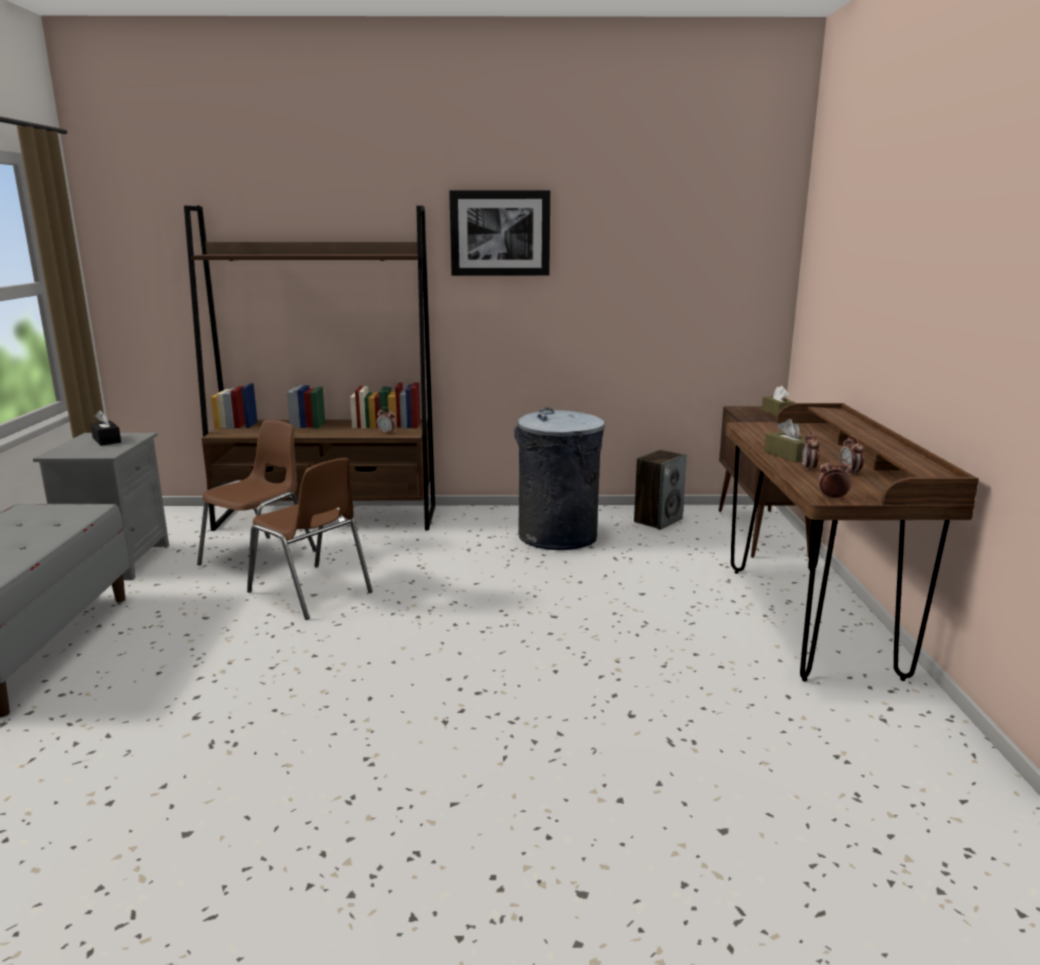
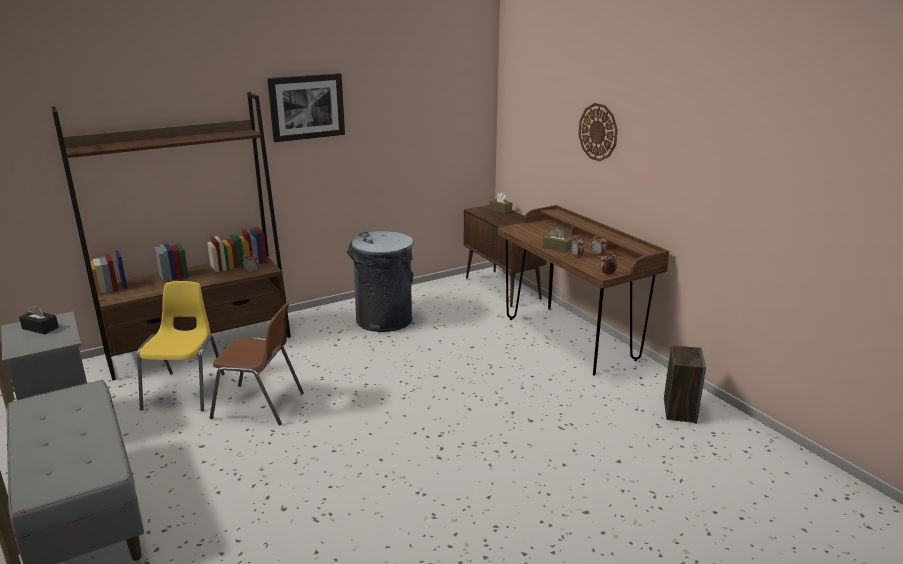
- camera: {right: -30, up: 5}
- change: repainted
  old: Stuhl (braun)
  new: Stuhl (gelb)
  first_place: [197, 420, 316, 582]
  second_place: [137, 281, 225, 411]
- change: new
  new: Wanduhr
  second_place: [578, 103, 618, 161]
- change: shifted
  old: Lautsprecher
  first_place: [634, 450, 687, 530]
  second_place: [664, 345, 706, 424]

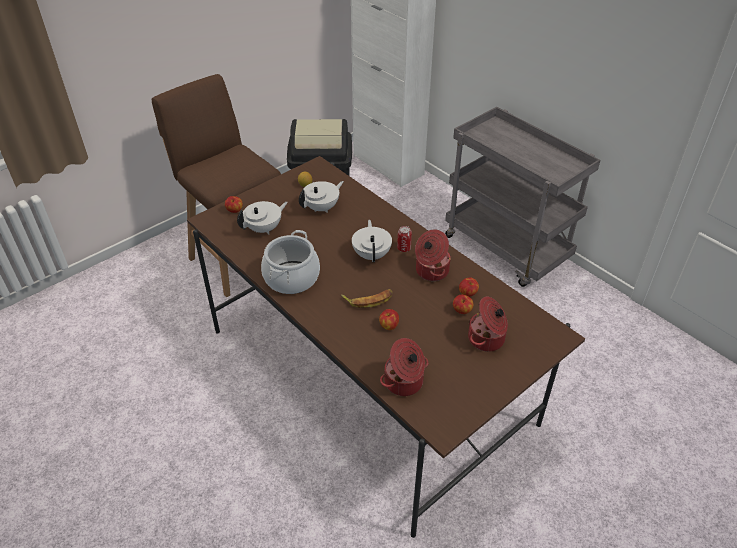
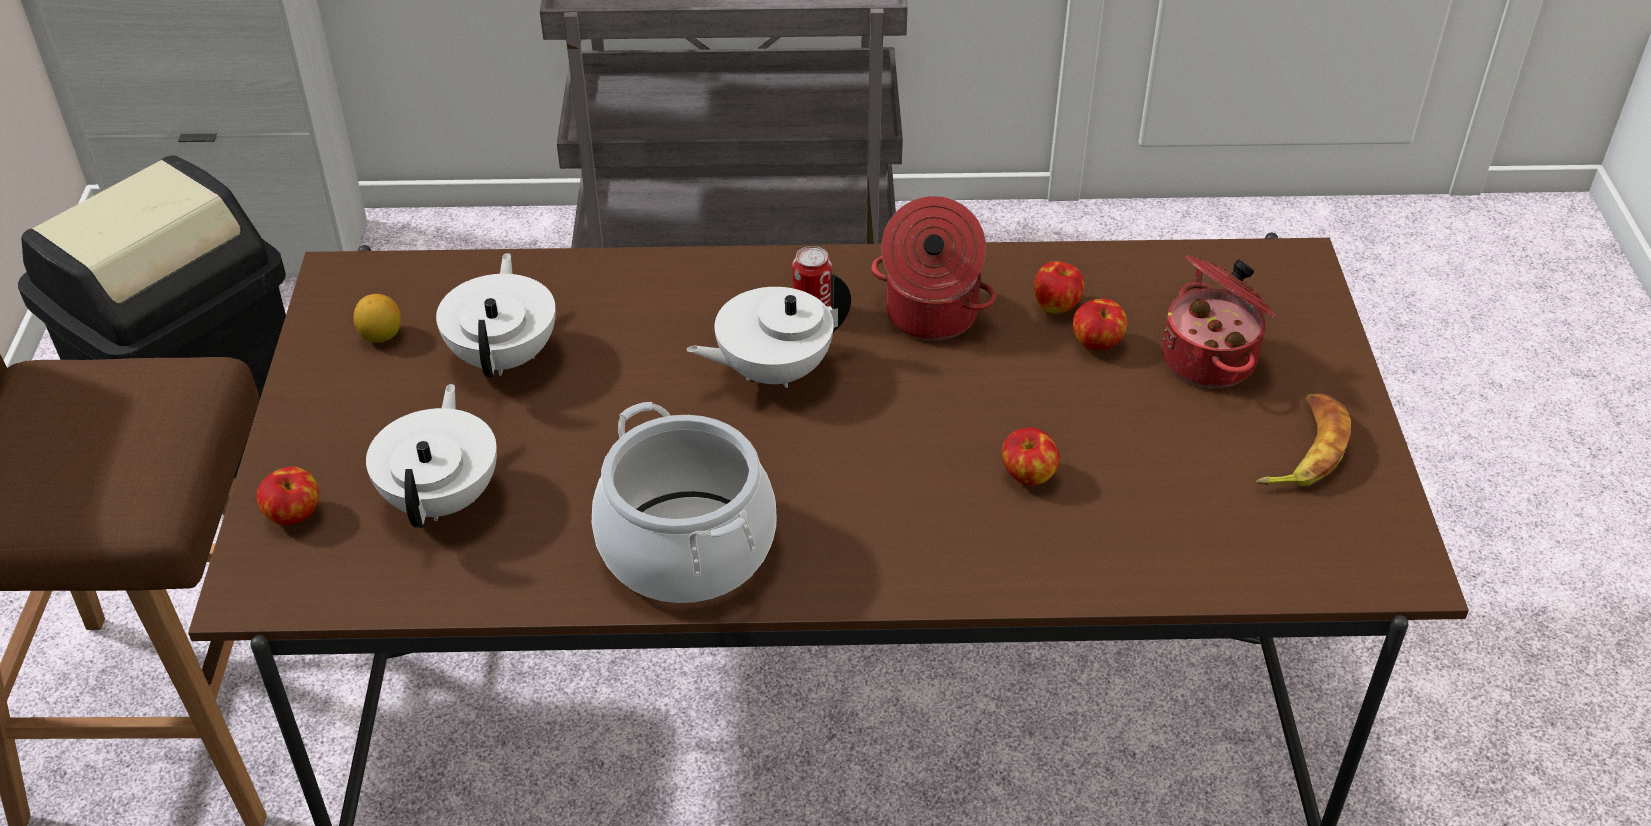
- camera: {right: -50, up: 0}
- change: rotated
  old: Teekanne (weiß)
  first_place: [352, 220, 392, 262]
  second_place: [686, 273, 851, 388]
  degrees: -60
- change: shifted
  old: Banane
  first_place: [341, 289, 392, 308]
  second_place: [1255, 393, 1351, 486]
- change: gone
  old: Kochtopf
  first_place: [380, 338, 428, 396]

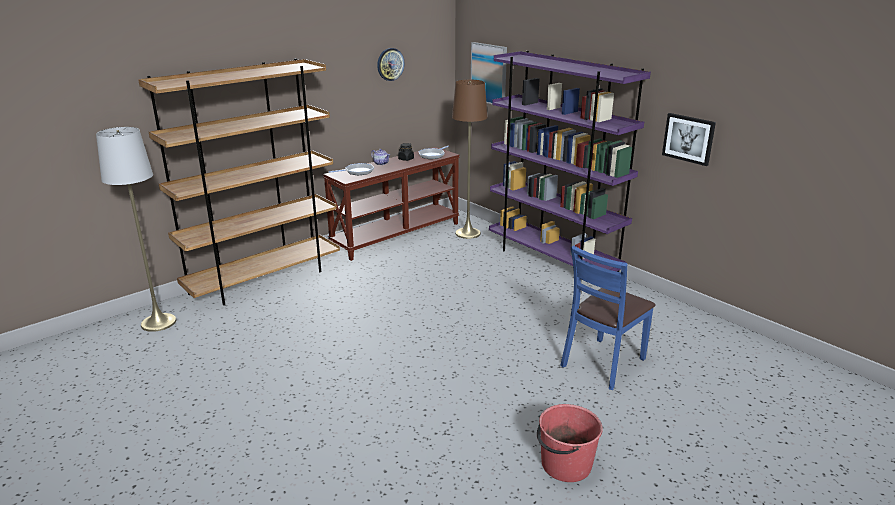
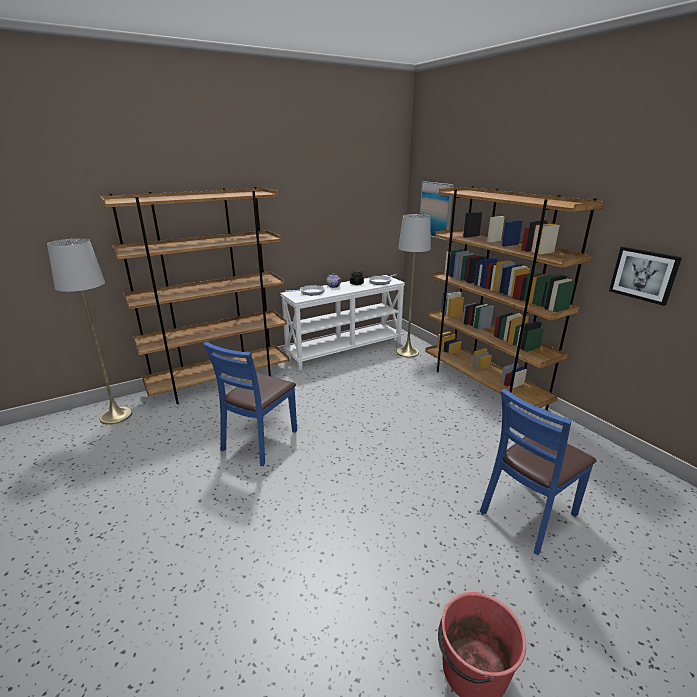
- camera: {right: 10, up: 0}
- change: new
  new: Stuhl (blau)
  second_place: [203, 342, 297, 466]
- change: repainted
  old: Konsolentisch (braun)
  new: Konsolentisch (weiß)
  first_place: [323, 147, 460, 261]
  second_place: [280, 275, 405, 370]
- change: repainted
  old: Stehlampe (braun)
  new: Stehlampe (grau)
  first_place: [452, 80, 487, 239]
  second_place: [397, 214, 431, 357]
- change: repainted
  old: Bücherregal (lila)
  new: Bücherregal (braun)
  first_place: [489, 51, 651, 272]
  second_place: [425, 186, 605, 410]
- change: gone
  old: Wanduhr
  first_place: [377, 48, 404, 81]

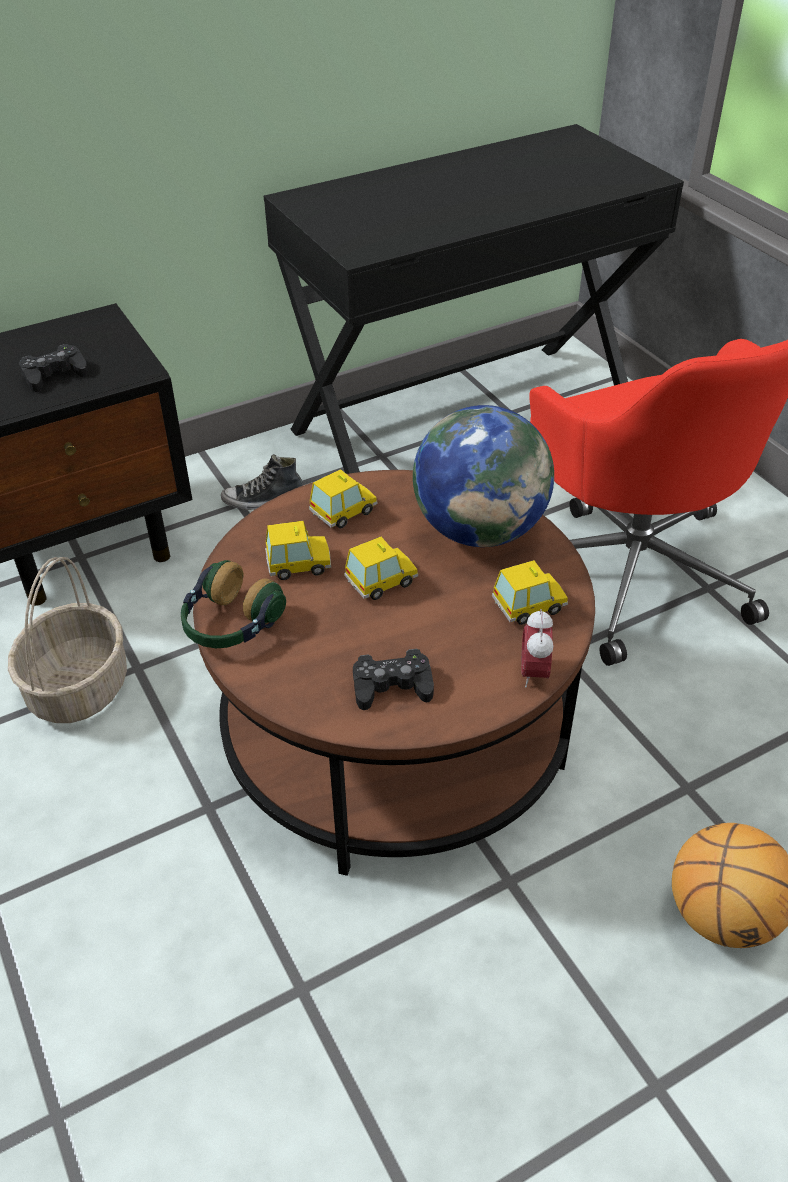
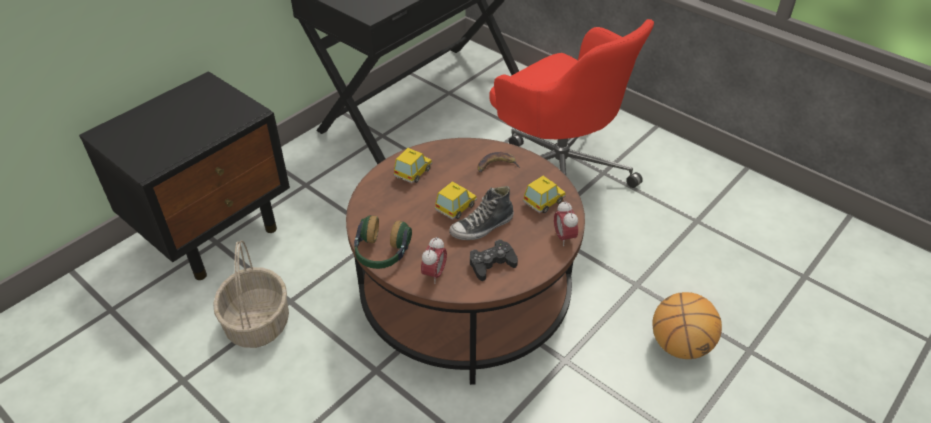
- camera: {right: -20, up: 0}
- change: new
  new: Wecker
  second_place: [421, 236, 447, 284]
- change: shifted
  old: Schuh
  first_place: [221, 454, 303, 510]
  second_place: [449, 186, 514, 240]
- change: swapped
  old: Globus
  new: Banane
  first_place: [413, 405, 554, 547]
  second_place: [477, 152, 521, 172]
- change: gone
  old: Gamepad (schwarz)
  first_place: [19, 344, 88, 392]
- change: gone
  old: Spielzeugauto
  first_place: [265, 521, 331, 580]

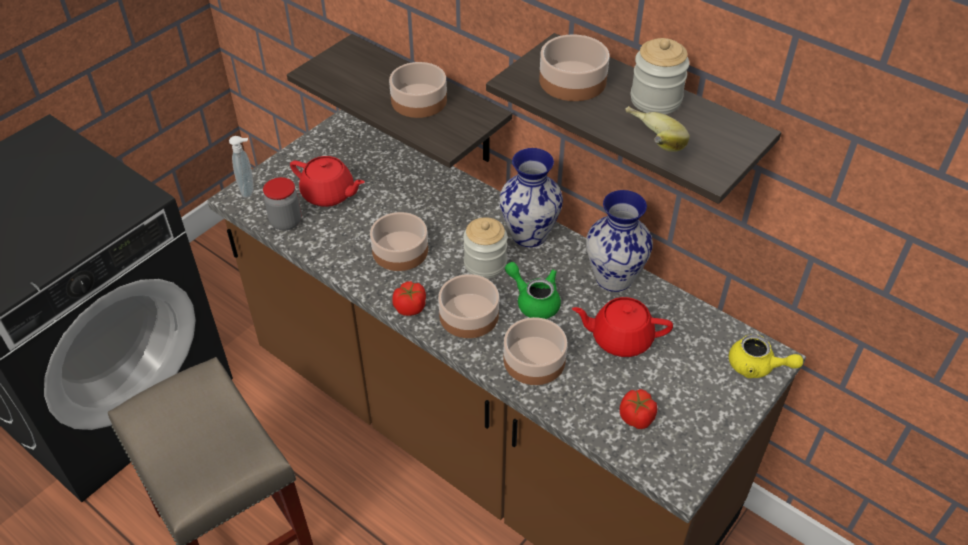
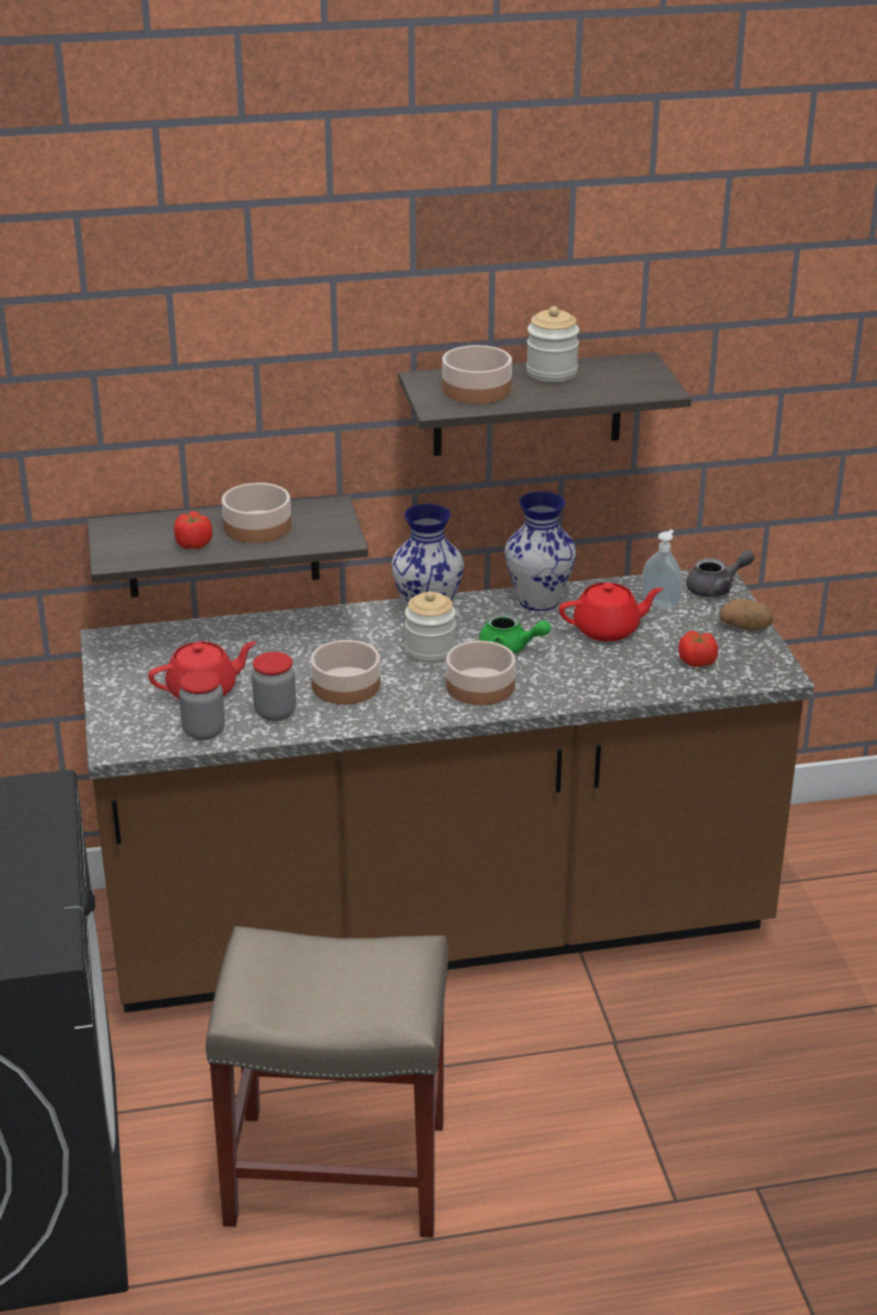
- camera: {right: -50, up: -15}
- change: shifted
  old: Tomate
  first_place: [392, 281, 426, 316]
  second_place: [174, 511, 212, 549]
- change: new
  new: Vorratsglas
  second_place: [252, 652, 296, 721]
- change: rotated
  old: Teekanne (grün)
  first_place: [505, 262, 561, 319]
  second_place: [479, 613, 551, 654]
  degrees: -150
- change: rotated
  old: Teekanne (rot)
  first_place: [572, 297, 673, 357]
  second_place: [559, 582, 663, 642]
  degrees: -150
- change: shifted
  old: Seifenspender
  first_place: [229, 136, 254, 198]
  second_place: [641, 530, 683, 609]
- change: repainted
  old: Teekanne (gelb)
  new: Teekanne (grau)
  first_place: [729, 334, 803, 378]
  second_place: [686, 550, 754, 597]
- change: new
  new: Kartoffel
  second_place: [719, 599, 773, 631]
- change: gone
  old: Schüssel
  first_place: [503, 317, 567, 385]
- change: gone
  old: Banane
  first_place: [625, 106, 690, 152]

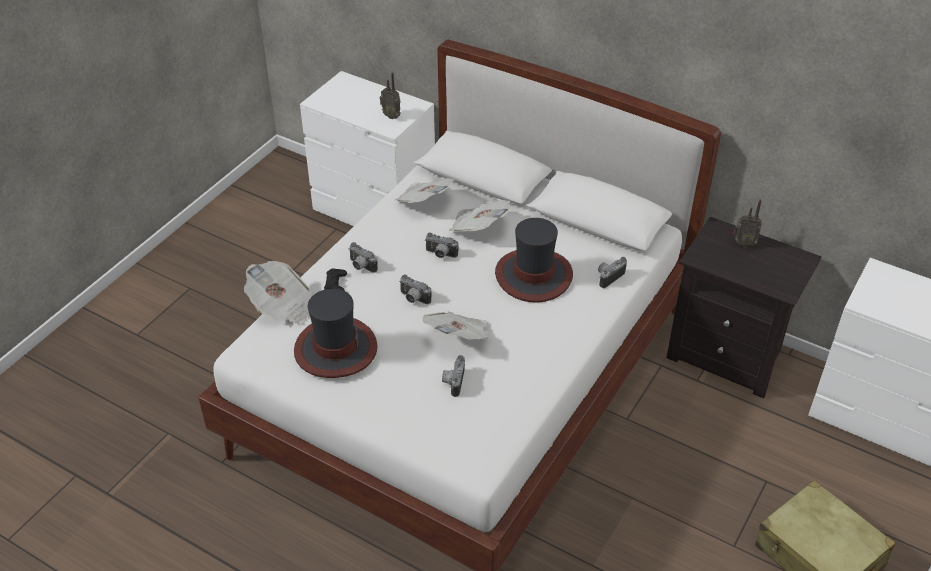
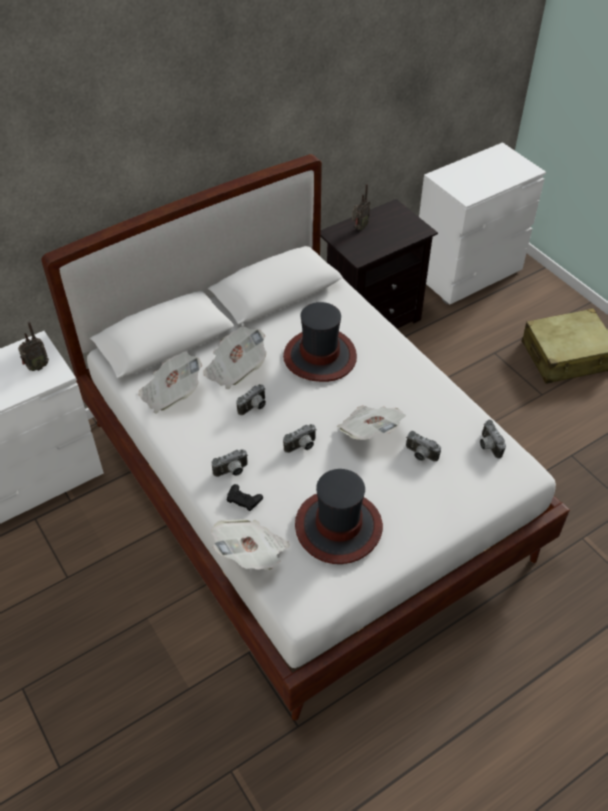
- camera: {right: -65, up: 5}
- change: shifted
  old: Kamera
  first_place: [598, 257, 627, 288]
  second_place: [480, 420, 506, 459]

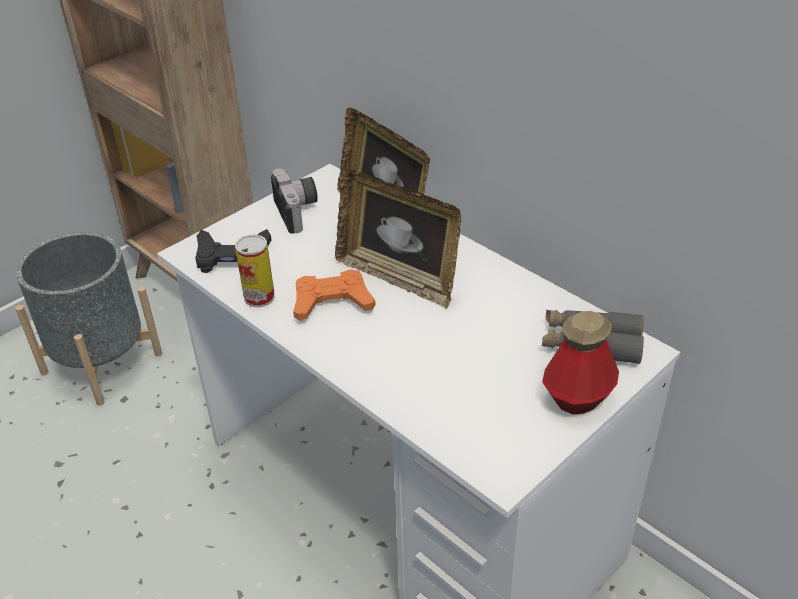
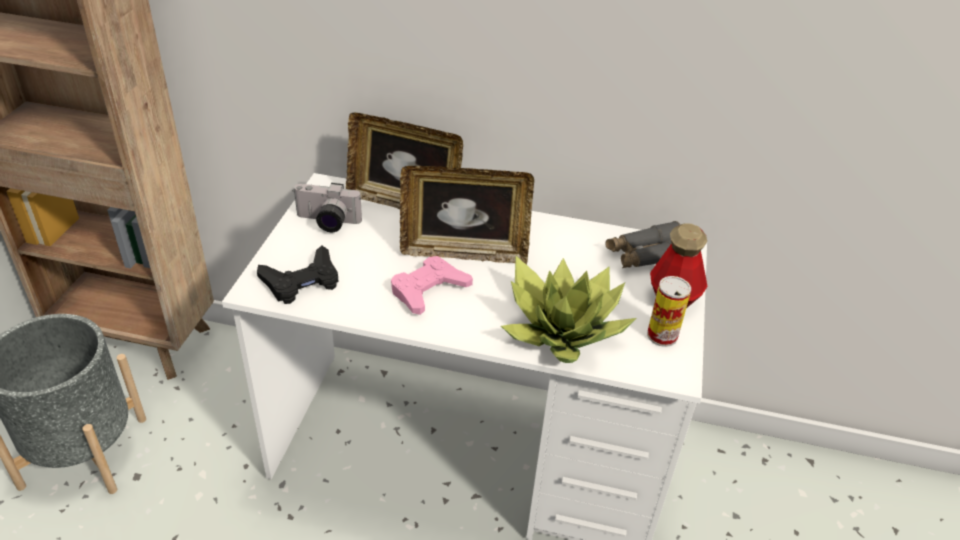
- camera: {right: -35, up: 0}
- change: rotated
  old: Kamera
  first_place: [271, 169, 318, 234]
  second_place: [292, 183, 362, 232]
  degrees: 150
- change: repainted
  old: Gamepad (orange)
  new: Gamepad (rosa)
  first_place: [293, 270, 375, 321]
  second_place: [391, 256, 473, 315]
- change: new
  new: Topfpflanze
  second_place: [501, 256, 636, 363]
- change: shifted
  old: Dose
  first_place: [235, 235, 275, 307]
  second_place: [647, 276, 691, 347]

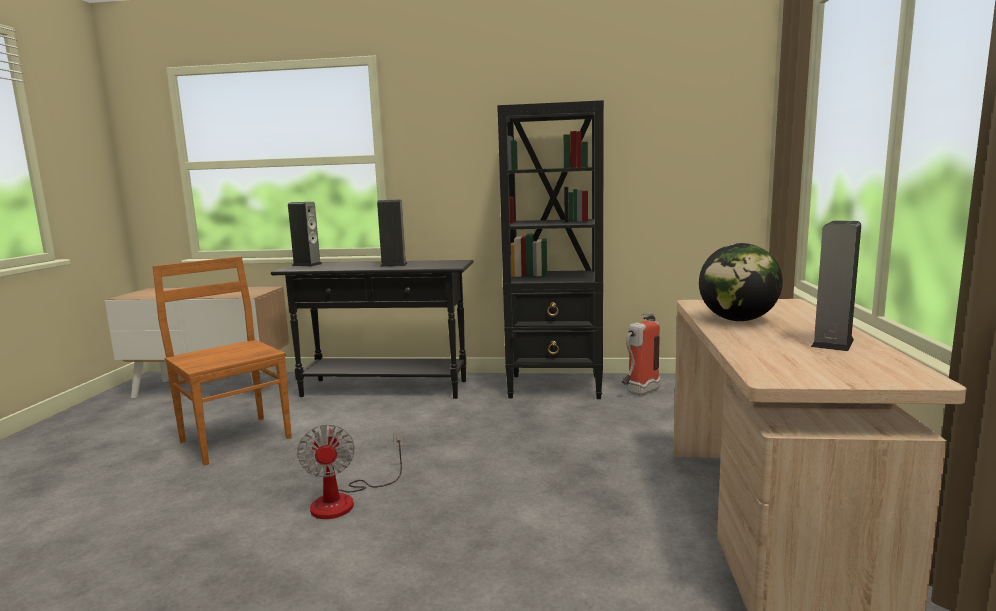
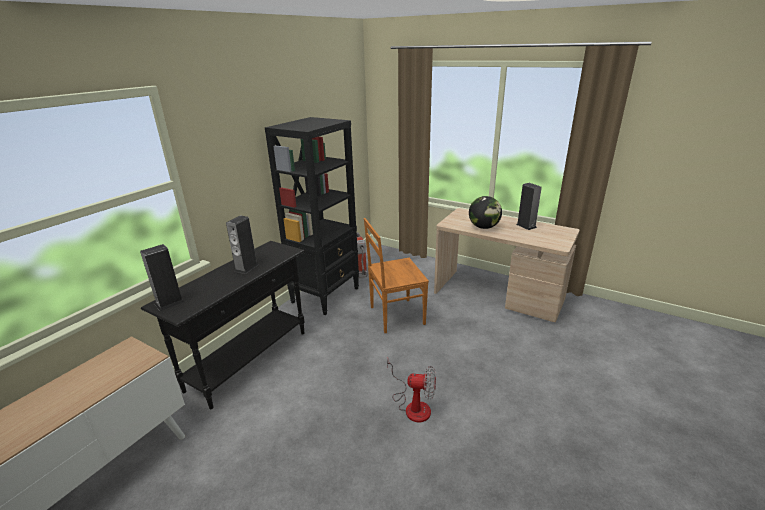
- camera: {right: -65, up: 15}
- change: shifted
  old: Stuhl (braun)
  first_place: [152, 256, 292, 466]
  second_place: [364, 218, 429, 333]

